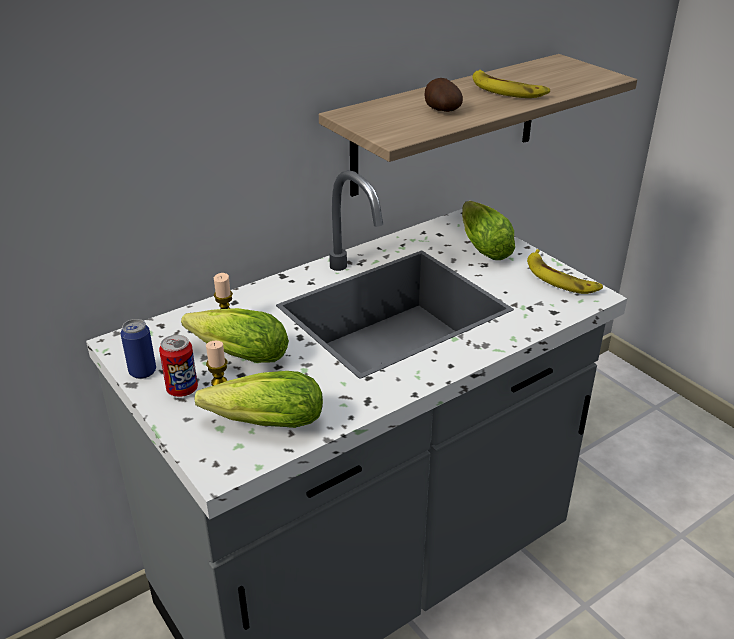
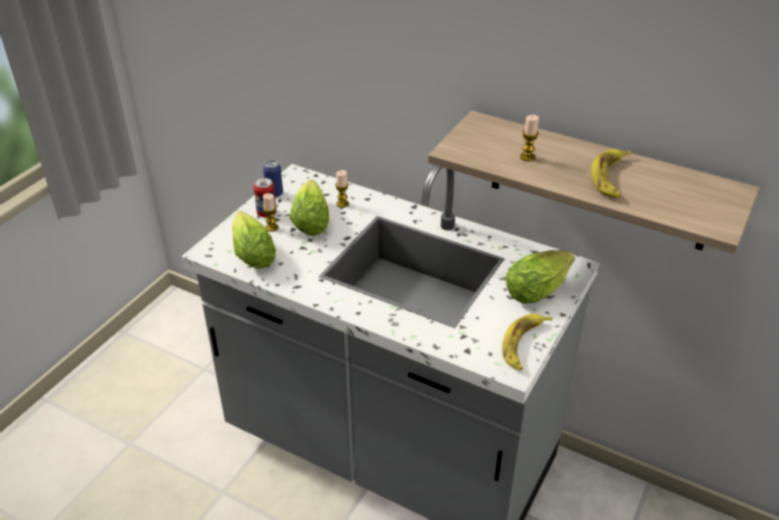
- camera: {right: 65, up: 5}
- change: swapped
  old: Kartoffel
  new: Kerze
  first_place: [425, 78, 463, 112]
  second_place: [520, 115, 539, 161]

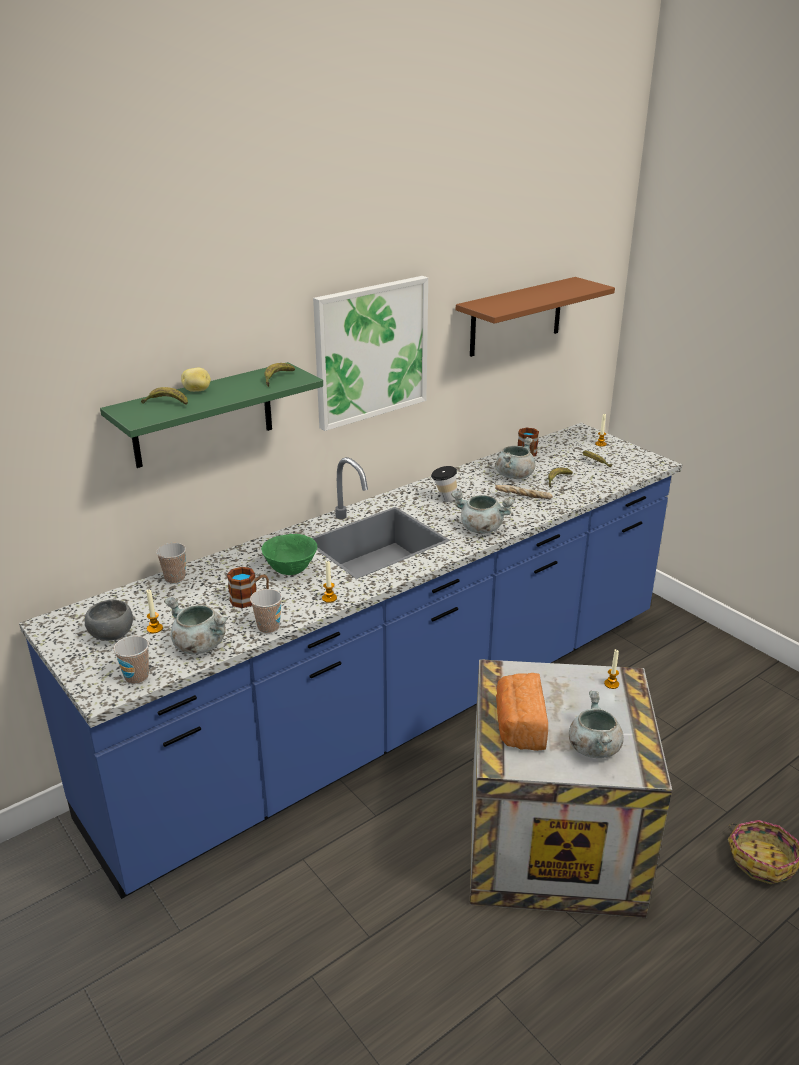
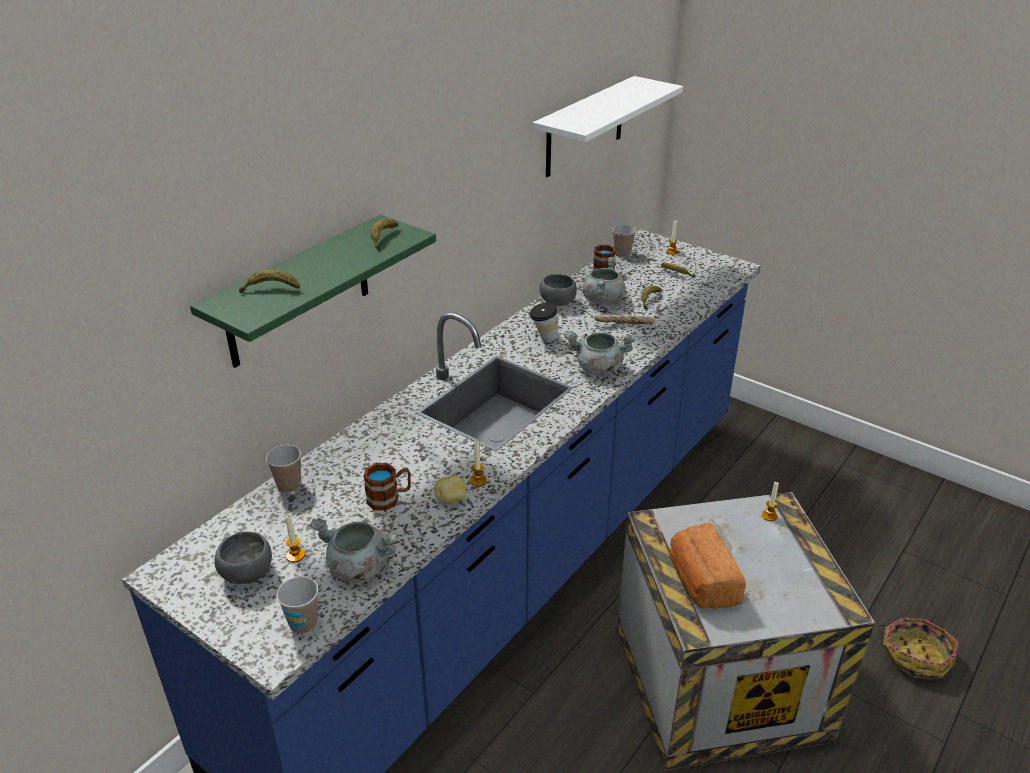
- camera: {right: -15, up: 5}
- change: shifted
  old: Kartoffel
  first_place: [181, 367, 211, 392]
  second_place: [434, 476, 466, 504]
- change: repainted
  old: Wandregal (braun)
  new: Wandregal (weiß)
  first_place: [456, 277, 615, 357]
  second_place: [533, 76, 683, 177]
- change: new
  new: Schüssel (grau)
  second_place: [540, 274, 577, 306]
- change: shifted
  old: Tasse
  first_place: [250, 589, 282, 634]
  second_place: [612, 224, 636, 258]
- change: gone
  old: Schüssel (grün)
  first_place: [261, 534, 317, 575]
- change: gone
  old: Bild
  first_place: [313, 276, 428, 431]
- change: gone
  old: Kochtopf (grau)
  first_place: [569, 691, 624, 758]

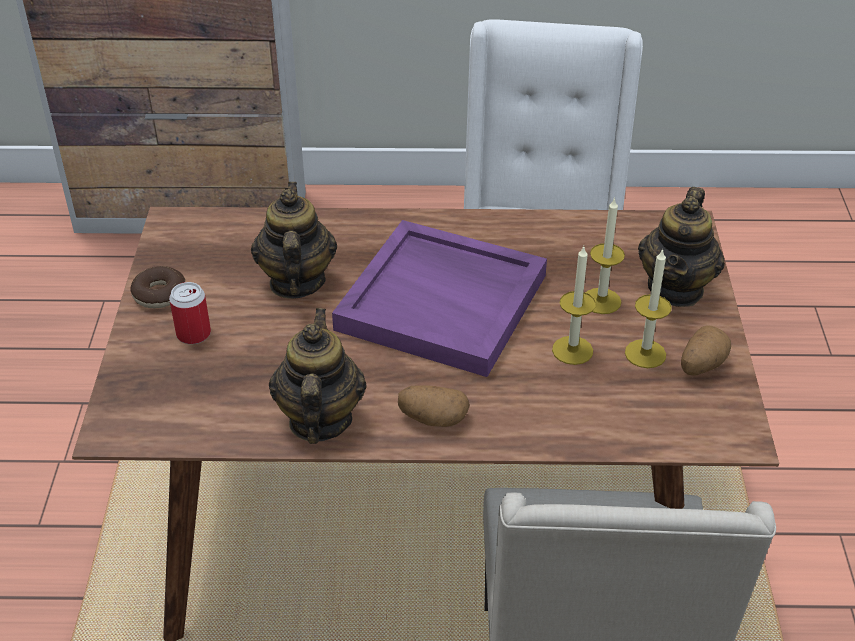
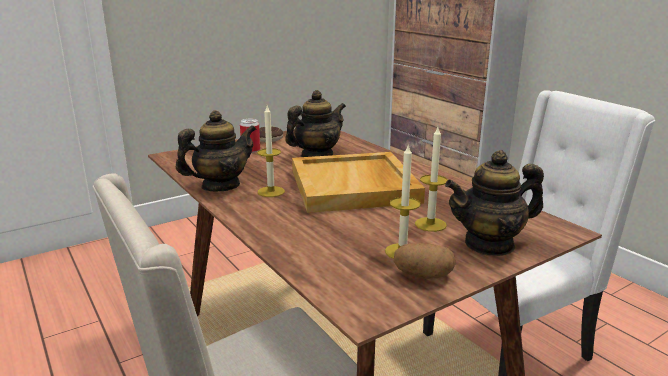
- camera: {right: 55, up: -20}
- change: shifted
  old: Kerze
  first_place: [552, 247, 596, 365]
  second_place: [257, 106, 285, 197]
- change: repainted
  old: Tablett (lila)
  new: Tablett (beige)
  first_place: [332, 220, 547, 377]
  second_place: [292, 152, 425, 213]
- change: gone
  old: Kartoffel
  first_place: [398, 385, 470, 427]

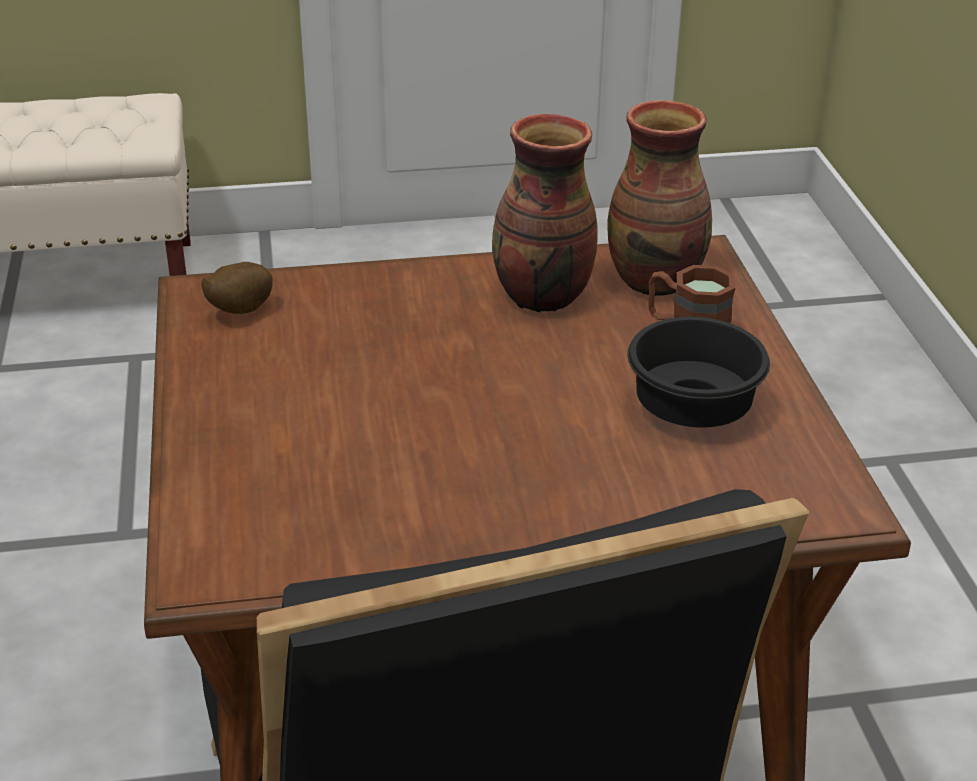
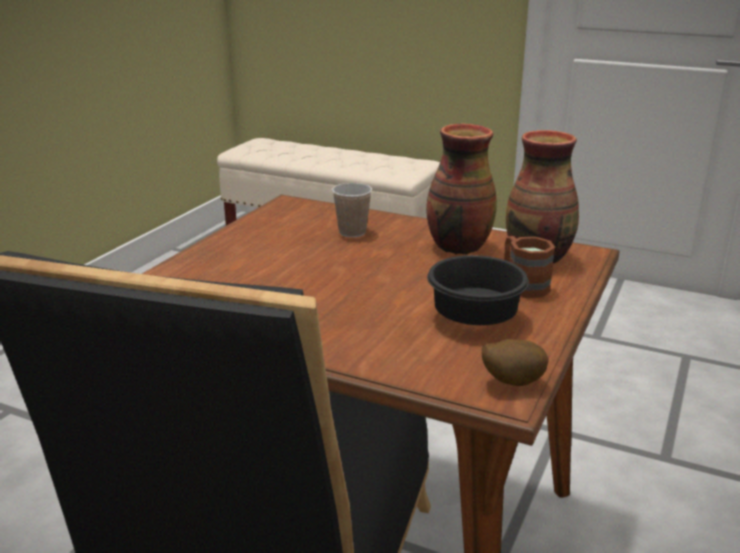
- camera: {right: 35, up: -10}
- change: new
  new: Tasse
  second_place: [332, 183, 372, 237]
- change: shifted
  old: Kartoffel
  first_place: [201, 262, 273, 314]
  second_place: [482, 339, 549, 386]

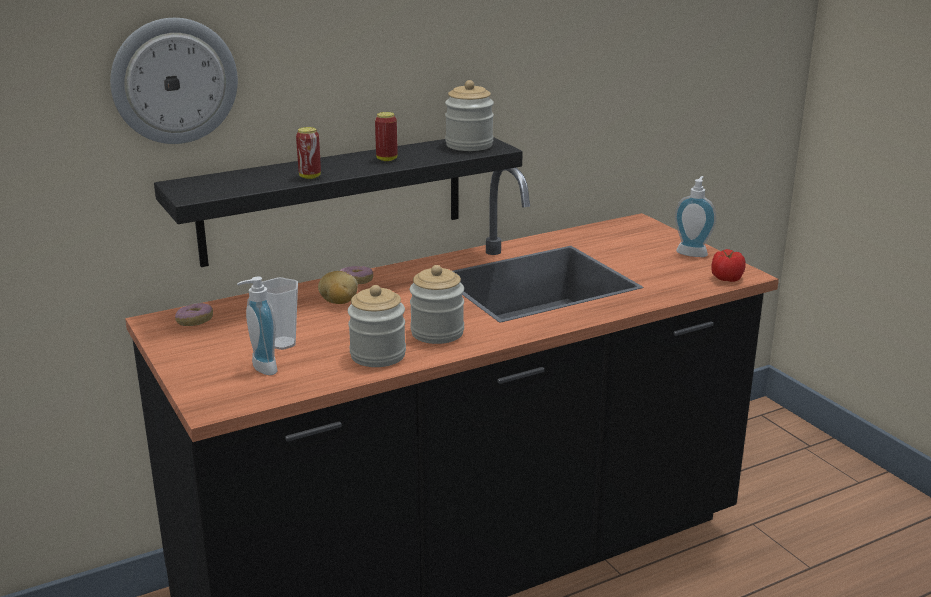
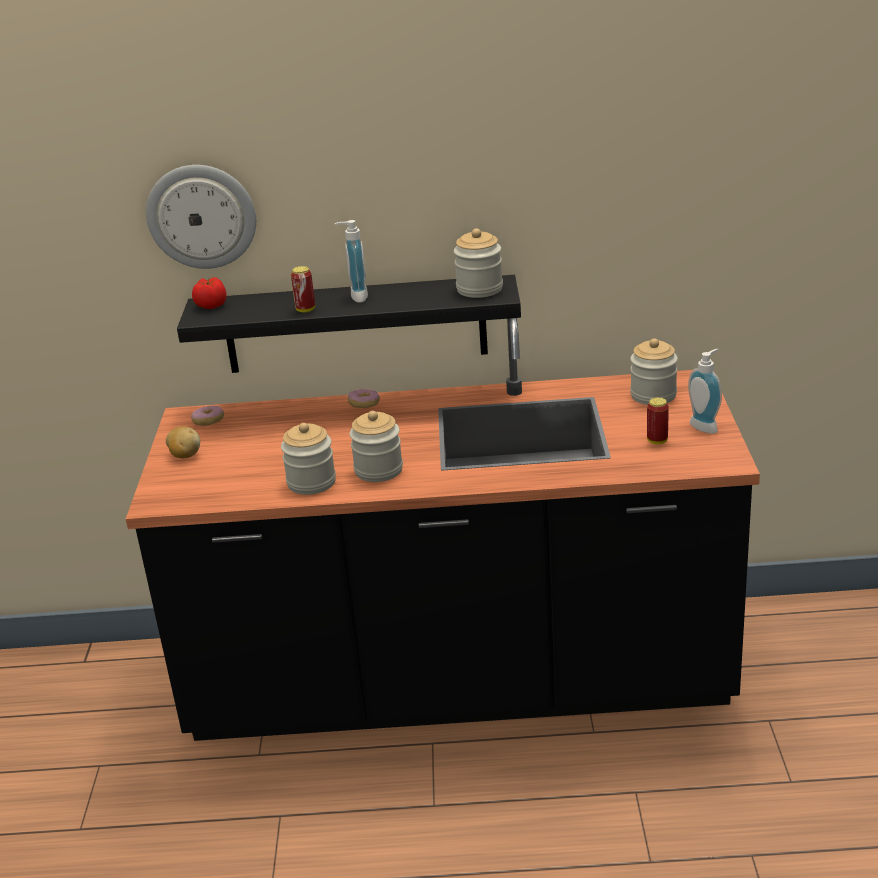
- camera: {right: 30, up: 5}
- change: shifted
  old: Kartoffel
  first_place: [318, 271, 358, 304]
  second_place: [166, 426, 200, 458]
- change: shifted
  old: Tomate
  first_place: [711, 249, 746, 282]
  second_place: [192, 277, 226, 309]
- change: shifted
  old: Seifenspender
  first_place: [237, 277, 277, 375]
  second_place: [334, 220, 368, 303]
- change: new
  new: Vorratsglas
  second_place: [630, 338, 678, 405]
- change: shifted
  old: Dose
  first_place: [375, 112, 398, 161]
  second_place: [647, 397, 669, 444]
- change: gone
  old: Tasse
  first_place: [262, 277, 298, 350]

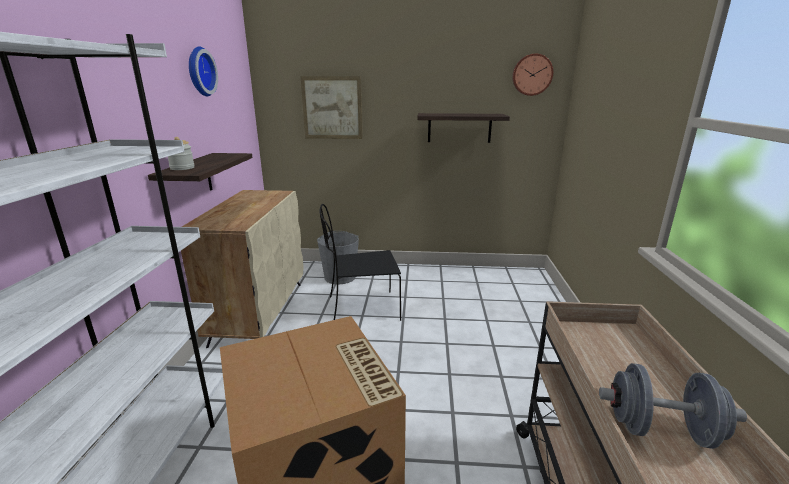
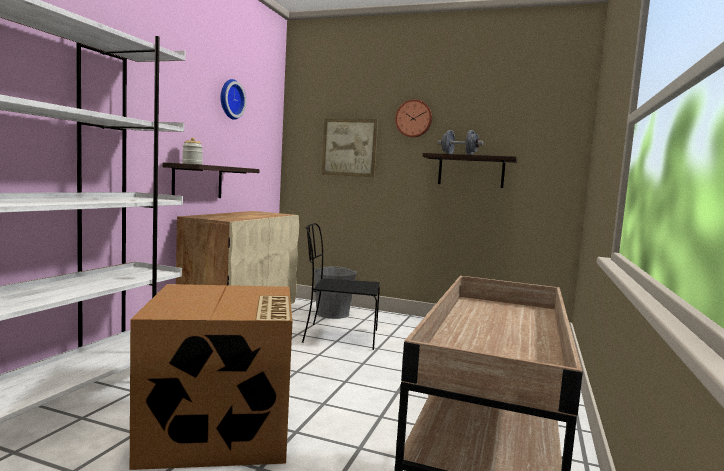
- camera: {right: 15, up: -15}
- change: shifted
  old: Wanduhr
  first_place: [512, 54, 553, 96]
  second_place: [395, 100, 432, 138]
- change: shifted
  old: Hantel (grau)
  first_place: [599, 363, 747, 449]
  second_place: [438, 130, 483, 155]

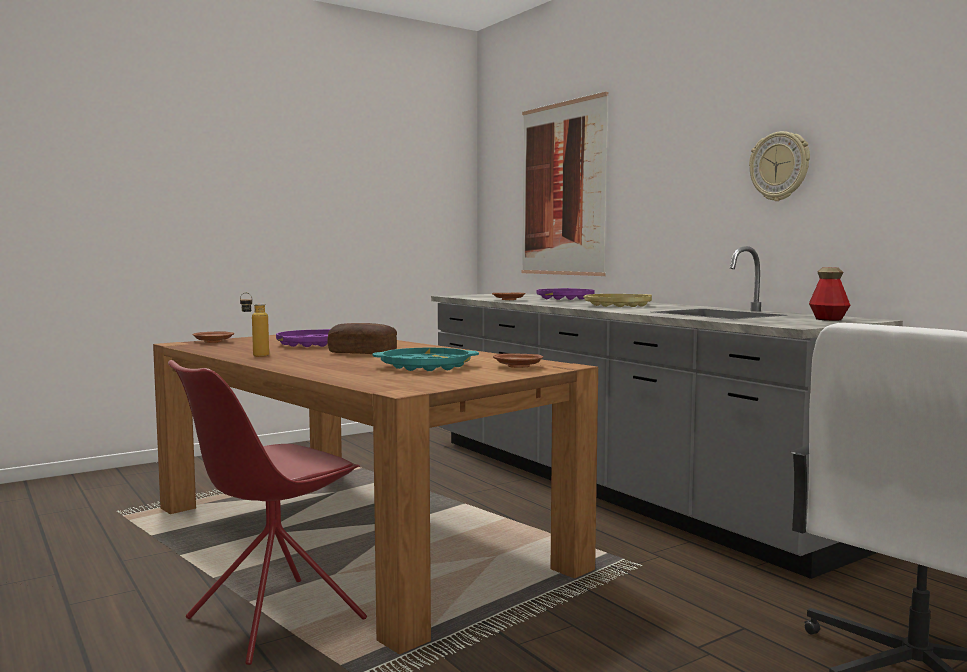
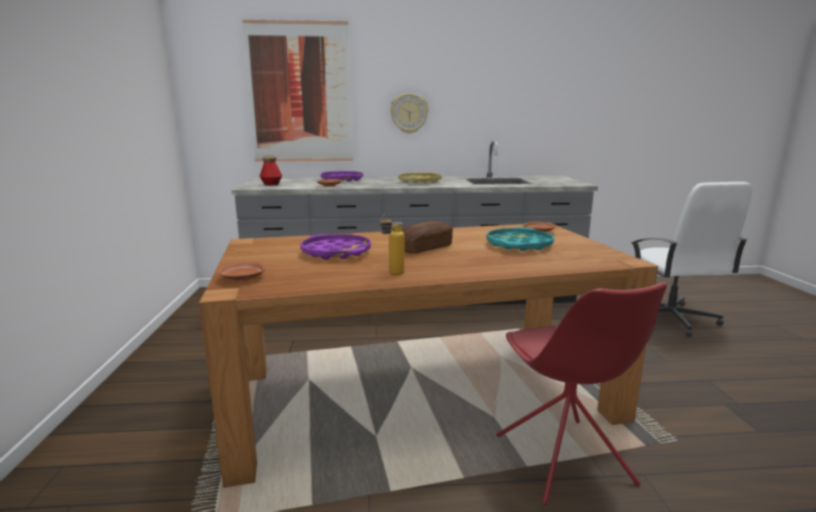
- camera: {right: -60, up: 10}
- change: shifted
  old: Flasche
  first_place: [809, 267, 850, 321]
  second_place: [260, 155, 282, 185]
- change: shifted
  old: Wanduhr
  first_place: [749, 131, 810, 201]
  second_place: [390, 93, 429, 133]

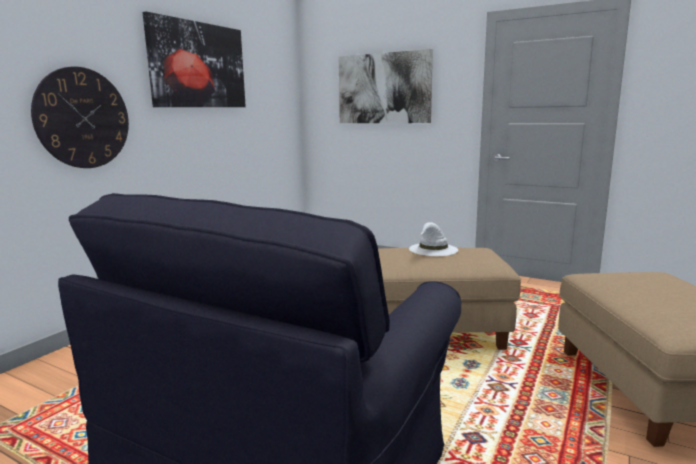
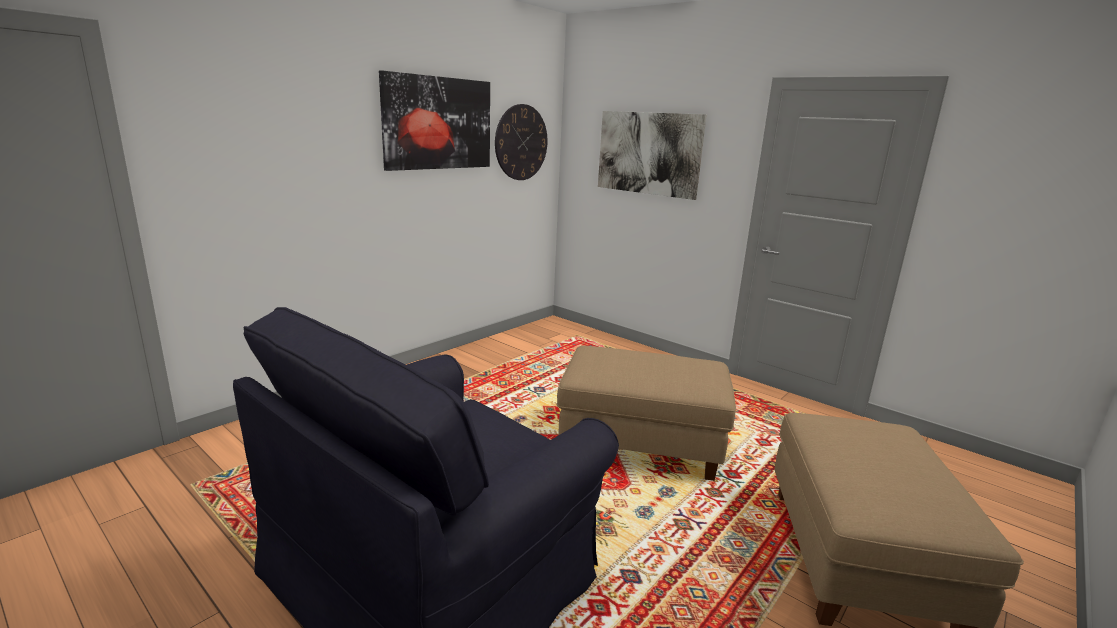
- camera: {right: 10, up: 5}
- change: shifted
  old: Wanduhr
  first_place: [31, 66, 129, 168]
  second_place: [495, 104, 547, 180]
- change: gone
  old: Hut (weiß)
  first_place: [409, 222, 458, 256]

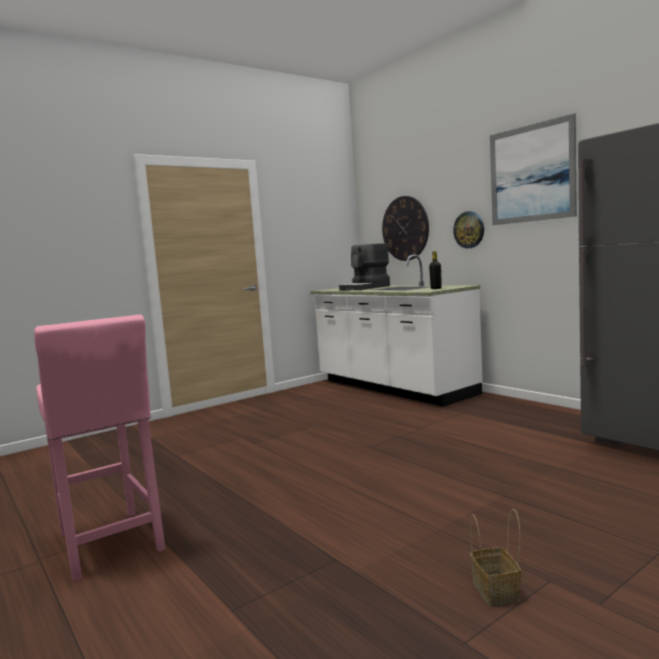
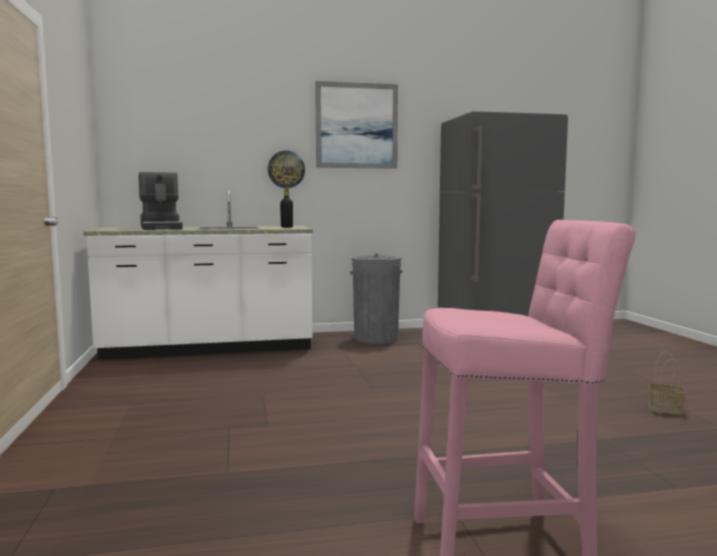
- camera: {right: -65, up: 0}
- change: new
  new: Mülleimer (grau)
  second_place: [350, 253, 402, 344]
- change: gone
  old: Wanduhr
  first_place: [382, 196, 429, 261]

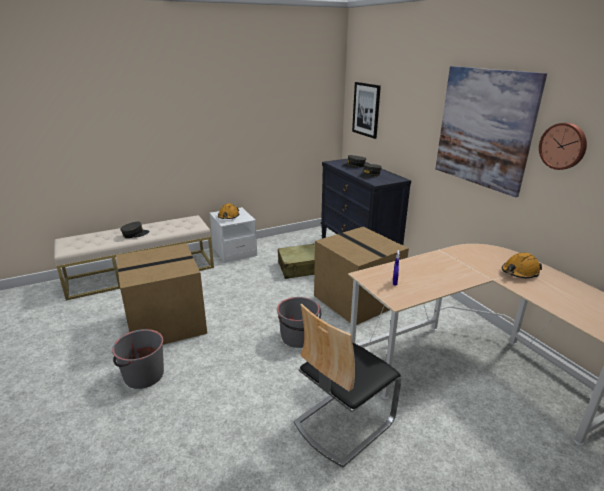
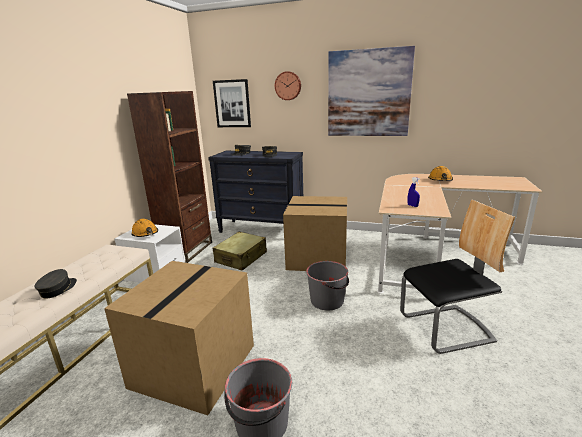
- camera: {right: -45, up: -5}
- change: new
  new: Bücherregal (braun)
  second_place: [127, 91, 212, 263]
- change: shifted
  old: Wanduhr
  first_place: [539, 123, 587, 170]
  second_place: [275, 71, 301, 100]
- change: rotated
  old: Stuhl
  first_place: [294, 304, 401, 467]
  second_place: [400, 199, 515, 354]
  degrees: -105

